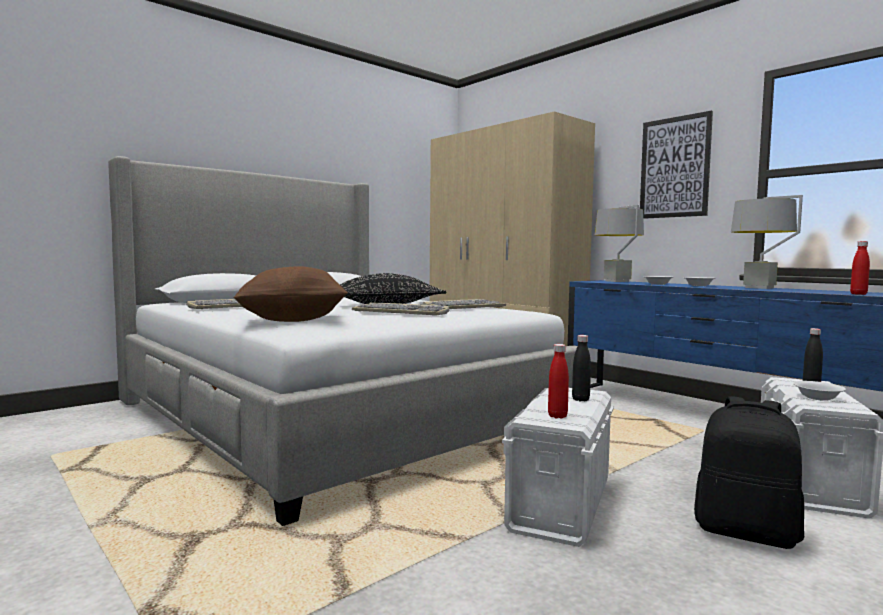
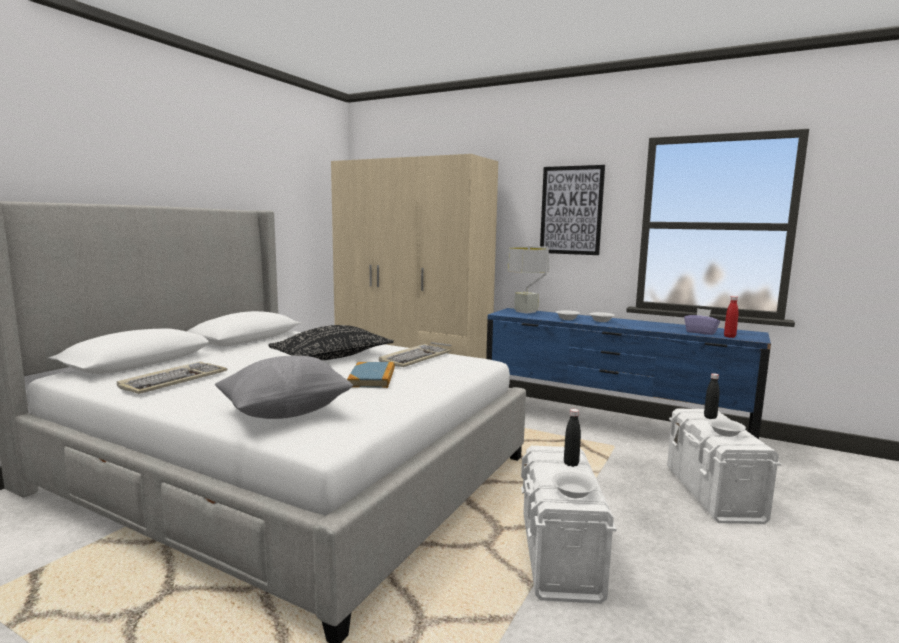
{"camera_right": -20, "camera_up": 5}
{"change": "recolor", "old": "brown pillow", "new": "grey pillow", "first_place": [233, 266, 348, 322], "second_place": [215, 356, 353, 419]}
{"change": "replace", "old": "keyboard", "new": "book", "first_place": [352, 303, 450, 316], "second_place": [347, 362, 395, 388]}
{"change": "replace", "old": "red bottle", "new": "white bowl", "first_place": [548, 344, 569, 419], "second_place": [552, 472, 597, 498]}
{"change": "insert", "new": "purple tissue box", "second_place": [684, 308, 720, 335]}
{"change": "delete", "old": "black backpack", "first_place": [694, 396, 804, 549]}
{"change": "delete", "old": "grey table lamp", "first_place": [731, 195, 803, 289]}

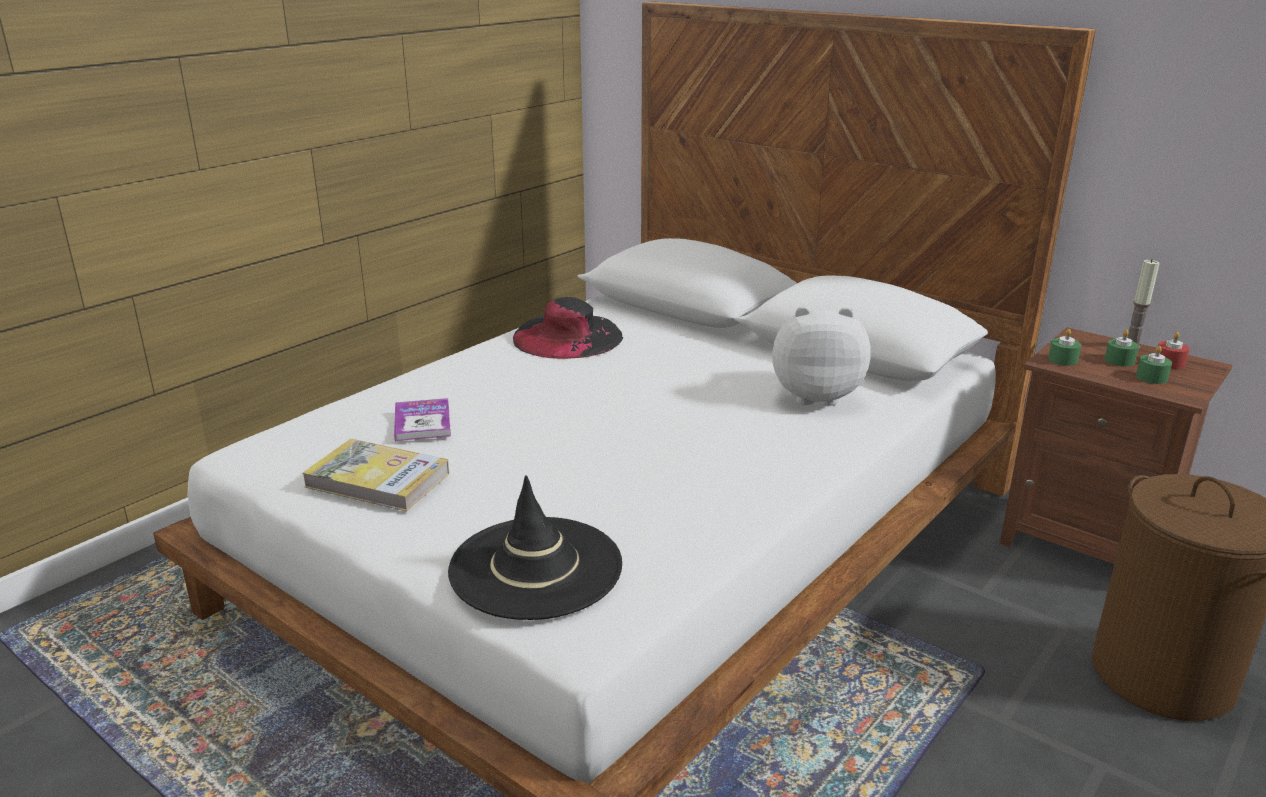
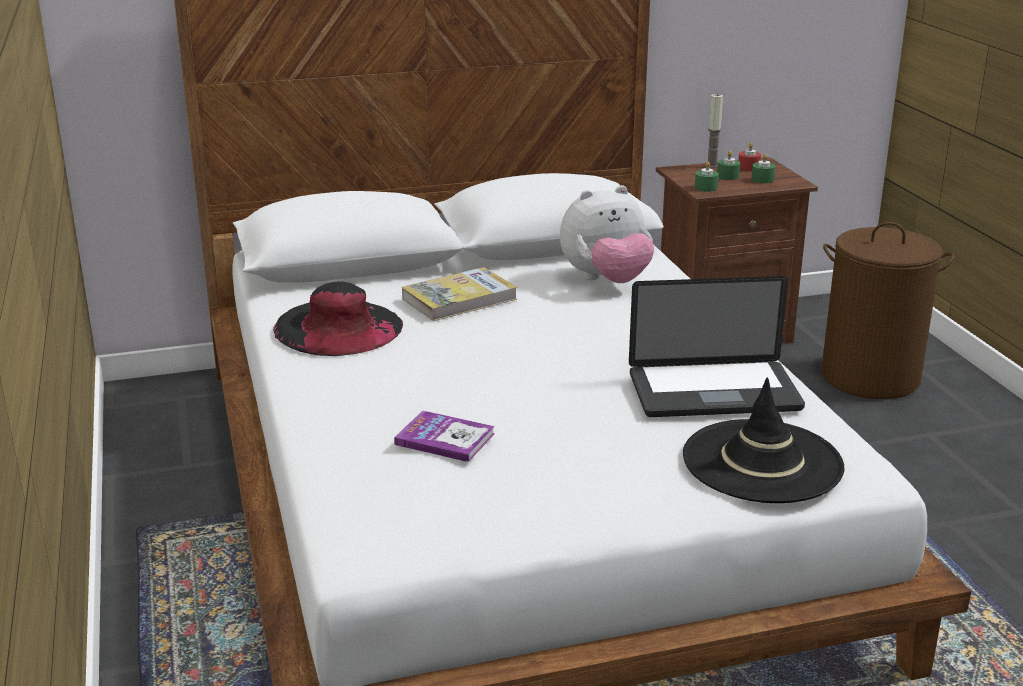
{"camera_right": -55, "camera_up": 0}
{"change": "move", "old": "book", "first_place": [302, 439, 449, 511], "second_place": [402, 267, 517, 321]}
{"change": "rotate", "old": "plush toy", "first_place": [772, 306, 871, 406], "second_place": [560, 185, 654, 283], "degrees": -150}
{"change": "insert", "new": "laptop", "second_place": [629, 276, 805, 417]}

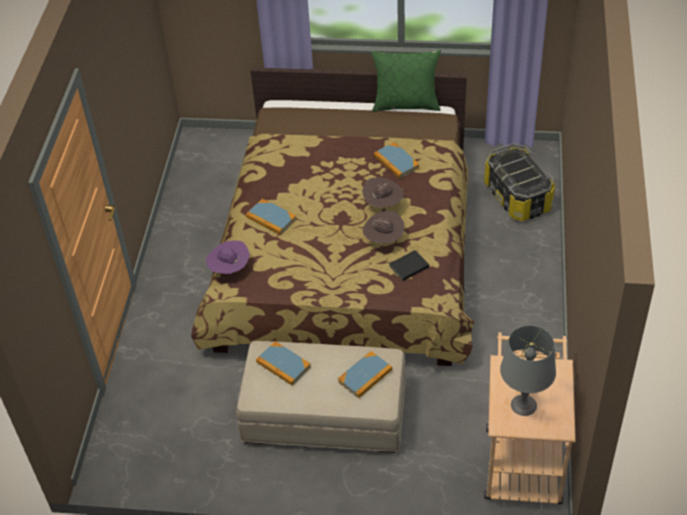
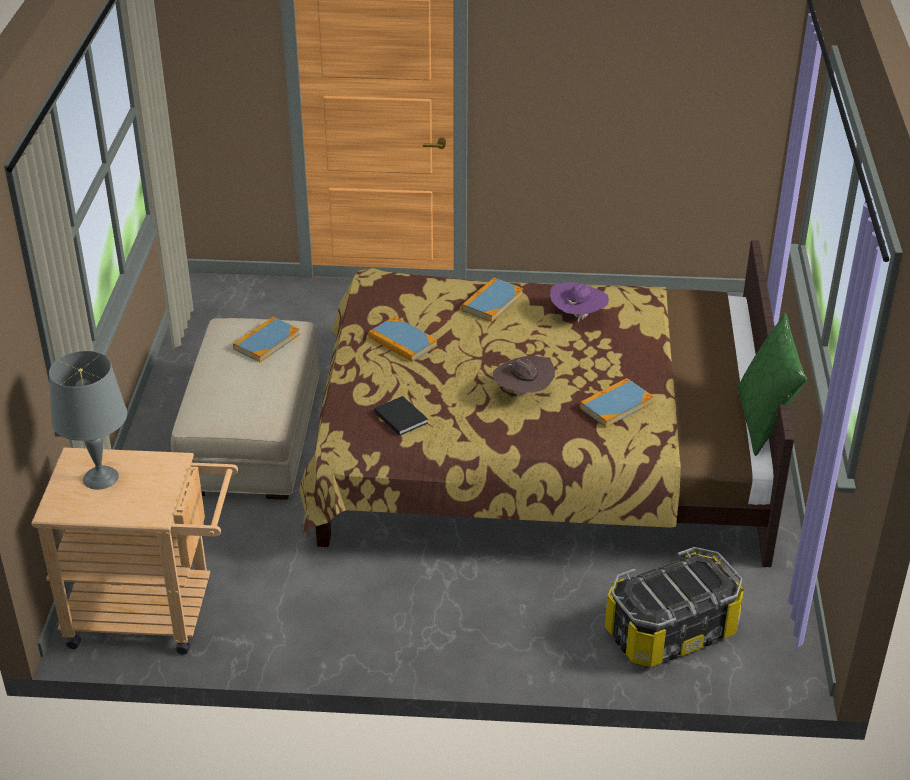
{"camera_right": 85, "camera_up": -10}
{"change": "move", "old": "book", "first_place": [338, 351, 392, 399], "second_place": [368, 316, 438, 362]}
{"change": "move", "old": "purple hat", "first_place": [206, 241, 250, 274], "second_place": [550, 282, 609, 322]}
{"change": "delete", "old": "brown hat", "first_place": [363, 211, 404, 243]}

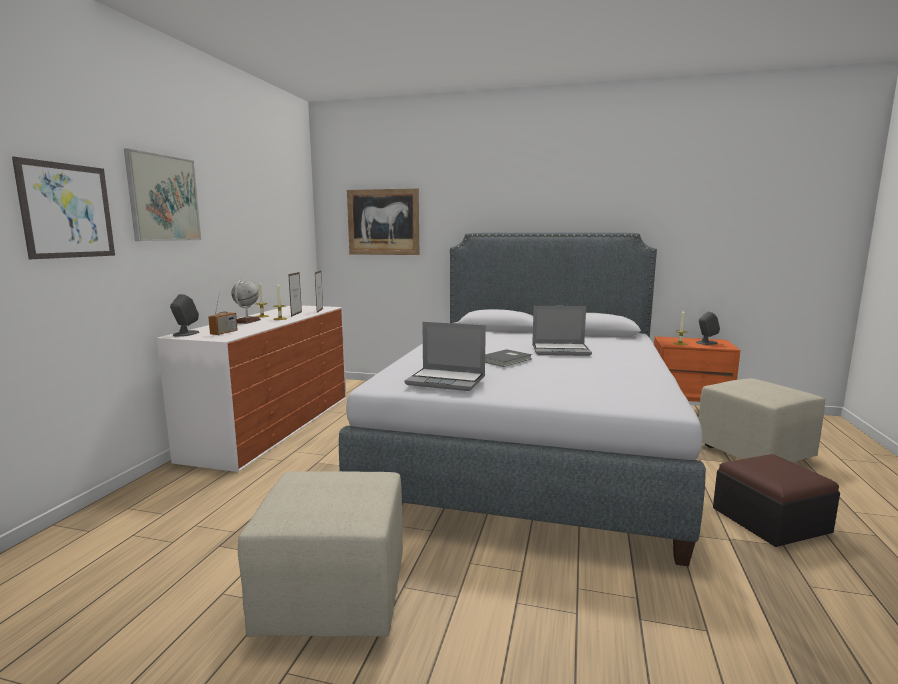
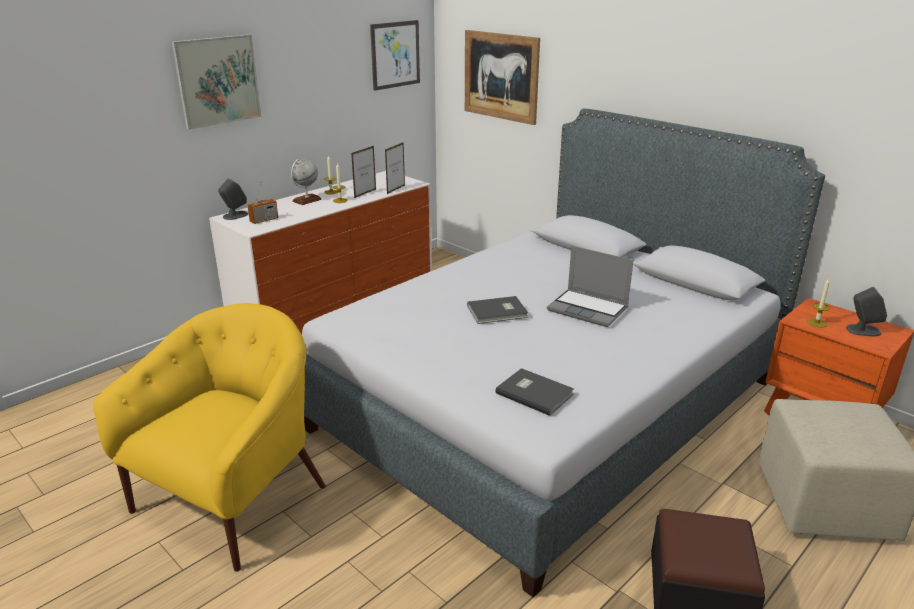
{"camera_right": 30, "camera_up": 15}
{"change": "replace", "old": "beige ottoman", "new": "yellow armchair", "first_place": [238, 471, 403, 637], "second_place": [93, 303, 326, 572]}
{"change": "move", "old": "picture", "first_place": [12, 157, 115, 259], "second_place": [370, 20, 420, 91]}
{"change": "insert", "new": "grey book", "second_place": [496, 368, 574, 416]}
{"change": "delete", "old": "laptop", "first_place": [405, 322, 486, 391]}

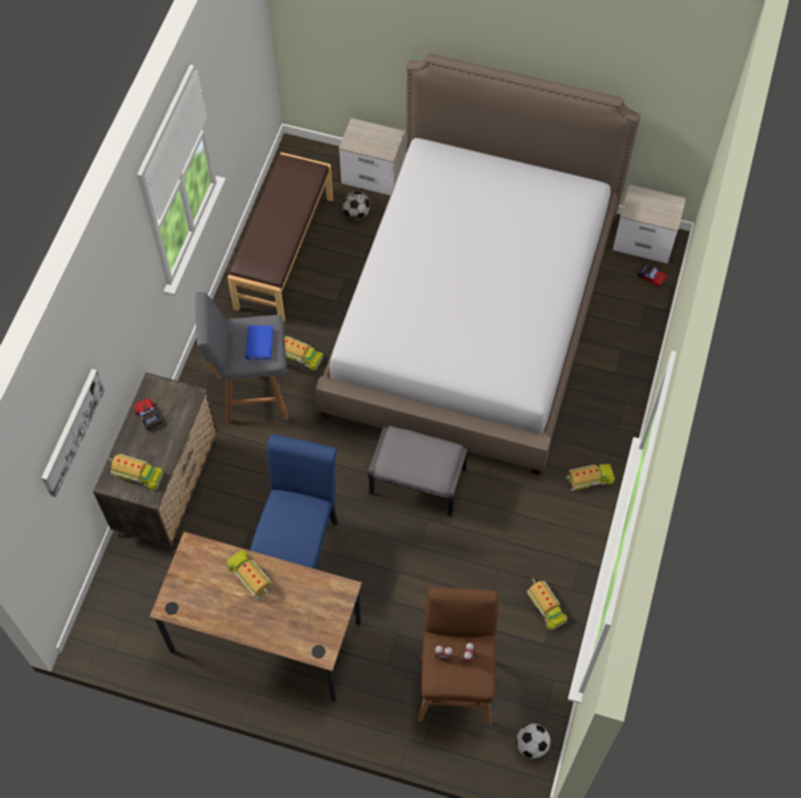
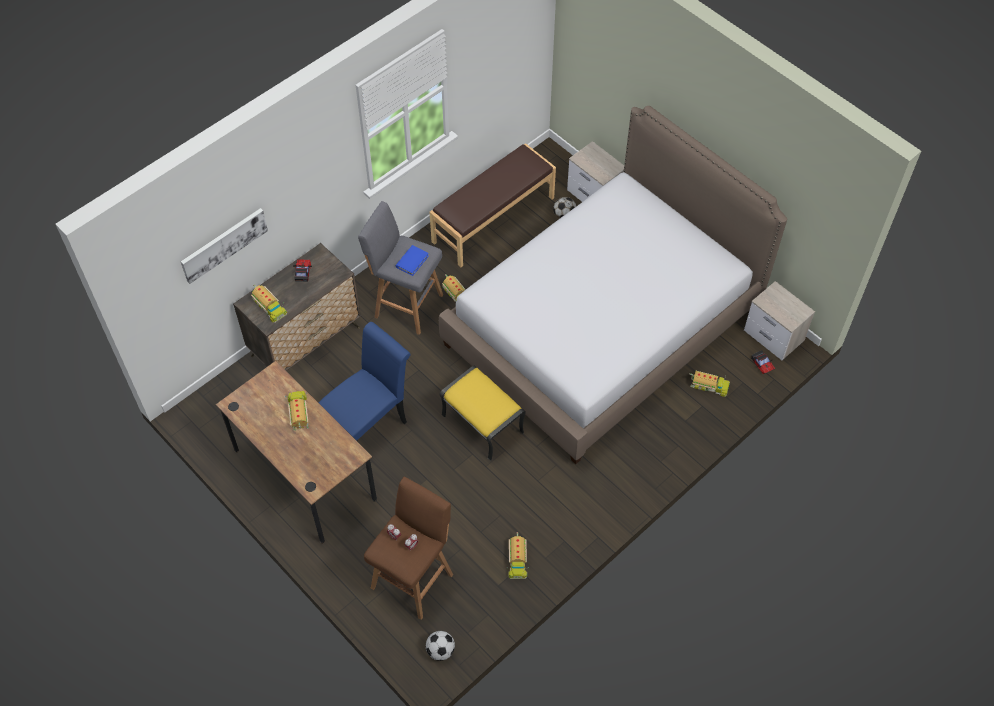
{"camera_right": 30, "camera_up": -5}
{"change": "recolor", "old": "grey ottoman", "new": "yellow ottoman", "first_place": [368, 425, 469, 517], "second_place": [439, 366, 526, 461]}
{"change": "move", "old": "toy truck", "first_place": [566, 459, 615, 491], "second_place": [689, 371, 730, 397]}

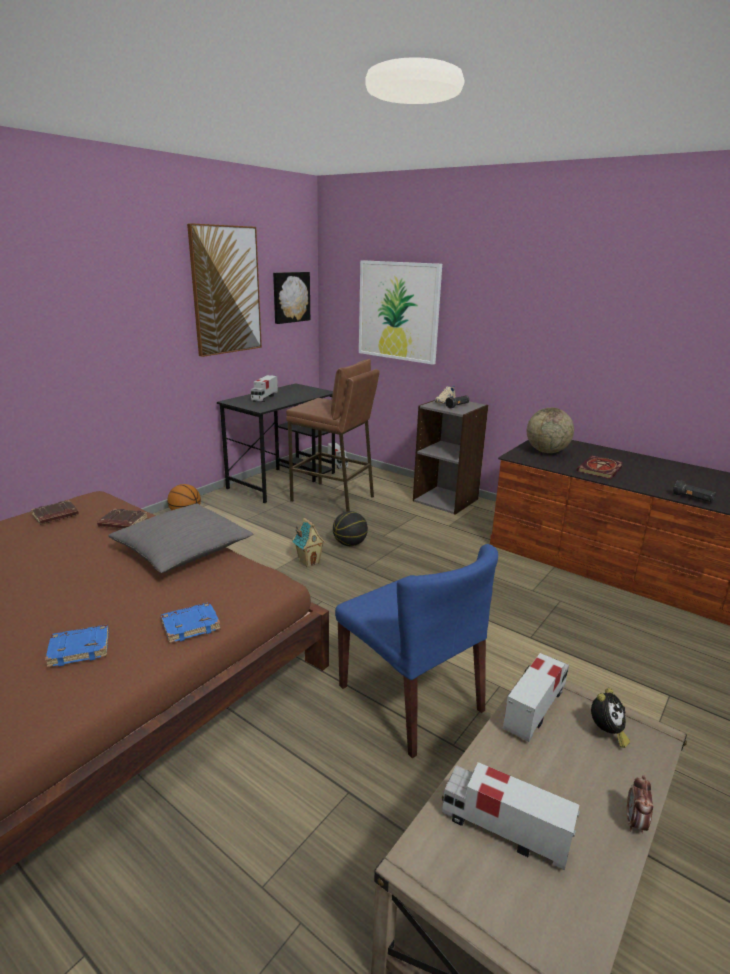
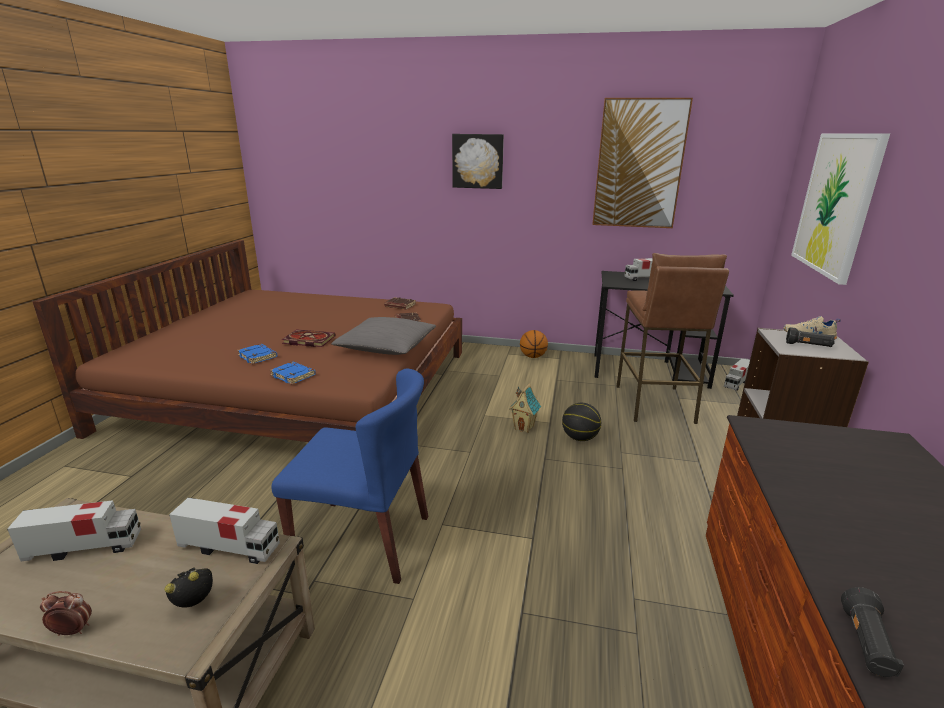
{"camera_right": 65, "camera_up": 0}
{"change": "rotate", "old": "toy truck", "first_place": [442, 762, 580, 870], "second_place": [7, 500, 141, 561], "degrees": 75}
{"change": "rotate", "old": "alarm clock", "first_place": [591, 688, 630, 748], "second_place": [165, 567, 213, 608], "degrees": 135}
{"change": "rotate", "old": "blue chair", "first_place": [335, 544, 498, 758], "second_place": [272, 369, 428, 584], "degrees": -105}
{"change": "move", "old": "book", "first_place": [576, 455, 623, 479], "second_place": [281, 329, 336, 347]}
{"change": "move", "old": "picture", "first_place": [273, 272, 310, 324], "second_place": [452, 134, 504, 189]}
{"change": "delete", "old": "globe", "first_place": [527, 408, 574, 453]}

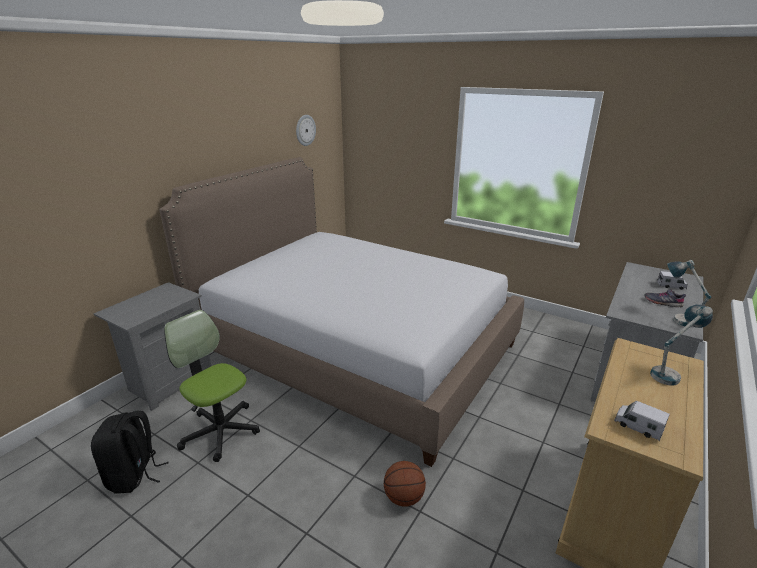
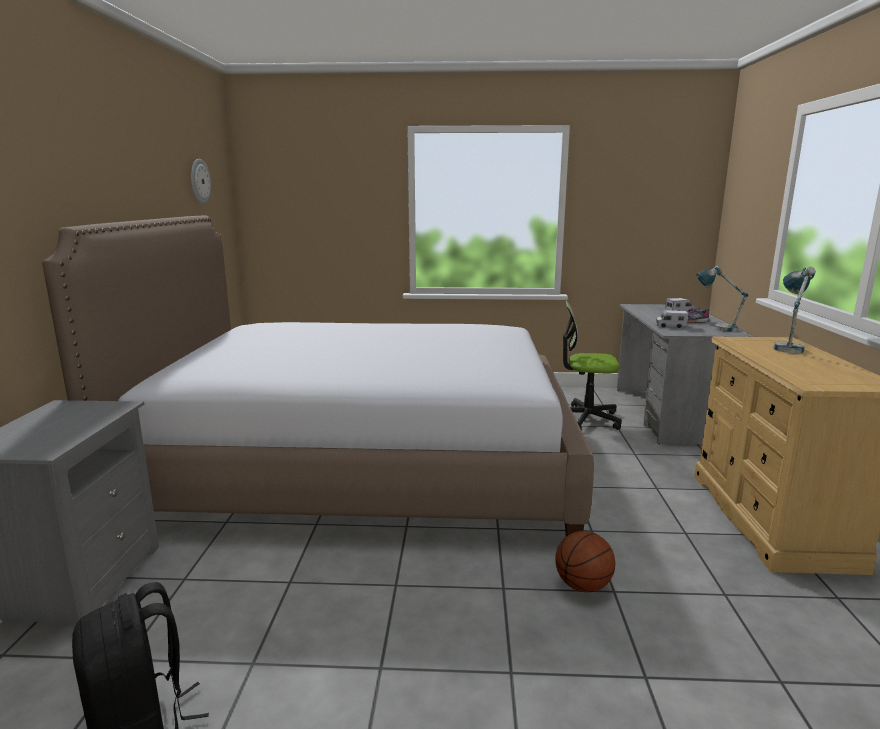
{"camera_right": -30, "camera_up": -10}
{"change": "move", "old": "office chair", "first_place": [164, 310, 260, 462], "second_place": [563, 300, 622, 430]}
{"change": "move", "old": "toy truck", "first_place": [614, 401, 670, 441], "second_place": [655, 310, 688, 328]}

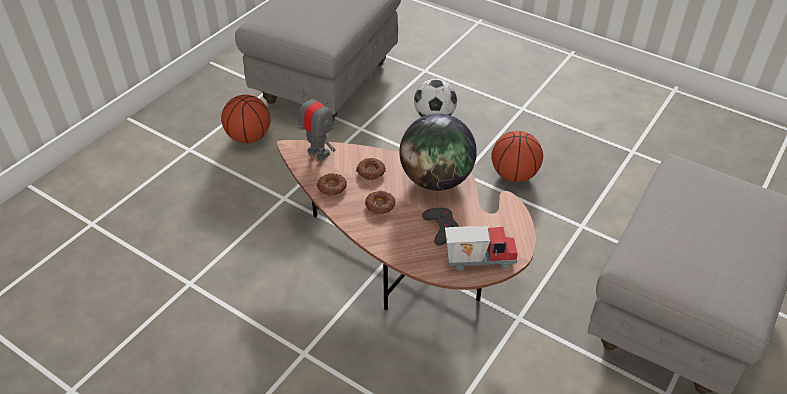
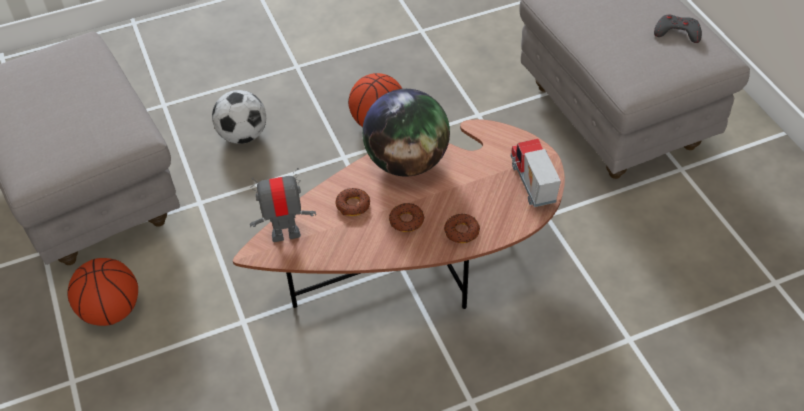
{"camera_right": -55, "camera_up": 5}
{"change": "move", "old": "donut", "first_place": [317, 173, 347, 196], "second_place": [444, 214, 480, 243]}
{"change": "rotate", "old": "toy truck", "first_place": [445, 226, 518, 271], "second_place": [511, 139, 561, 207], "degrees": -45}
{"change": "move", "old": "grey game controller", "first_place": [422, 208, 459, 245], "second_place": [654, 14, 702, 43]}

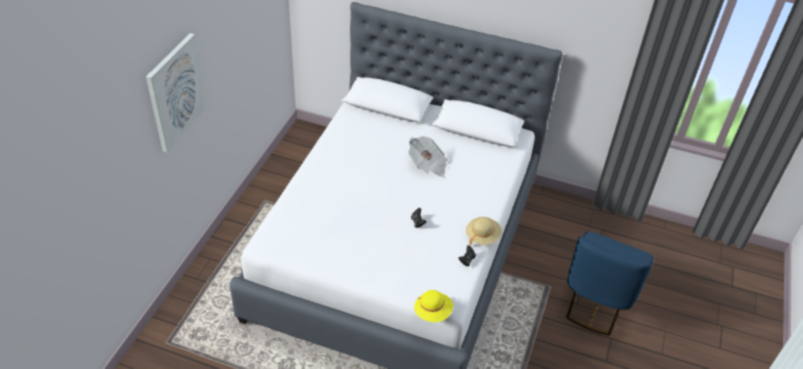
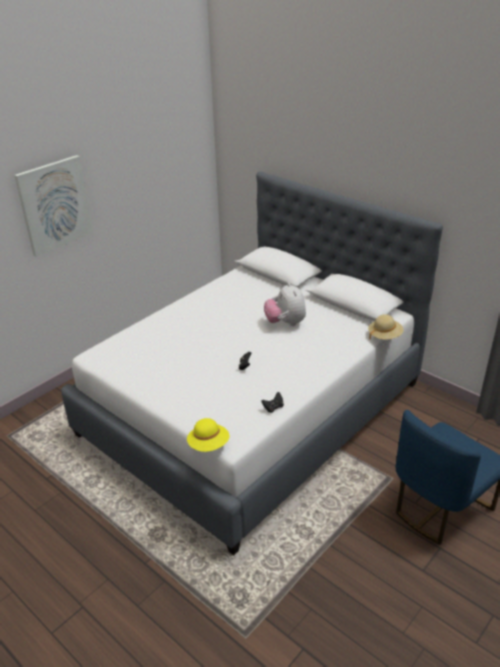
{"camera_right": 25, "camera_up": -10}
{"change": "replace", "old": "newspaper", "new": "plush toy", "first_place": [408, 136, 448, 177], "second_place": [264, 283, 306, 326]}
{"change": "move", "old": "beige hat", "first_place": [466, 217, 502, 245], "second_place": [368, 314, 404, 340]}

